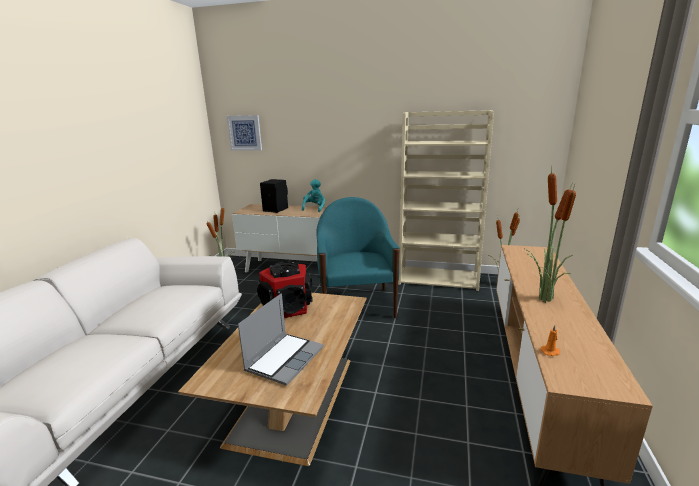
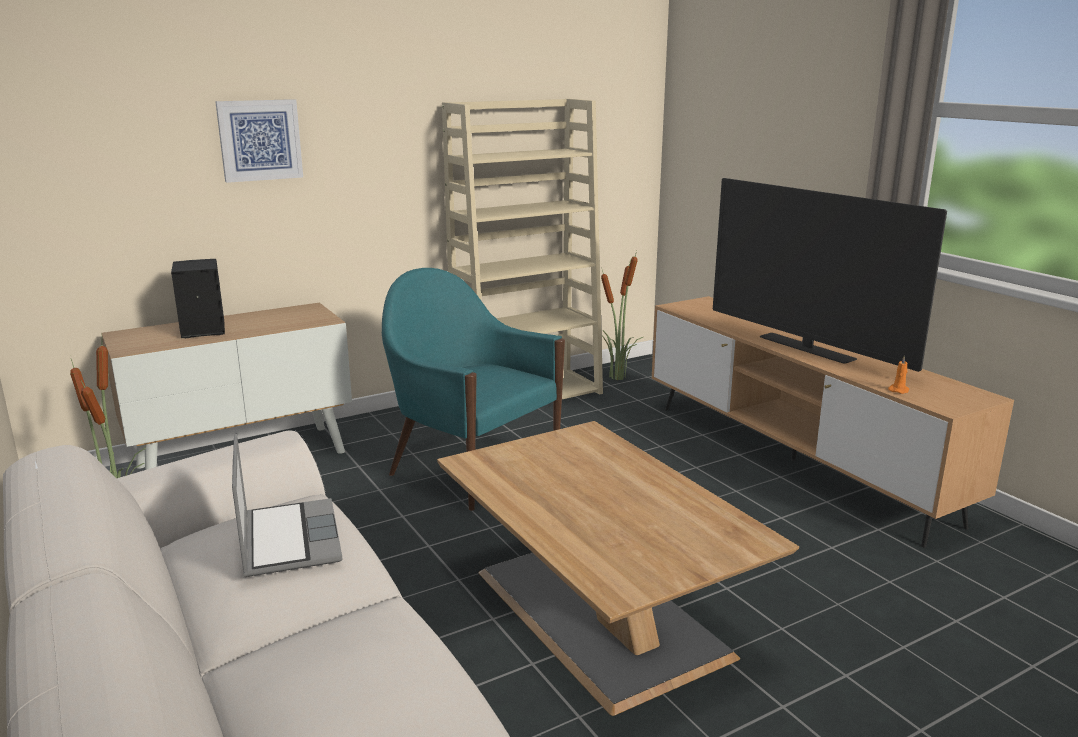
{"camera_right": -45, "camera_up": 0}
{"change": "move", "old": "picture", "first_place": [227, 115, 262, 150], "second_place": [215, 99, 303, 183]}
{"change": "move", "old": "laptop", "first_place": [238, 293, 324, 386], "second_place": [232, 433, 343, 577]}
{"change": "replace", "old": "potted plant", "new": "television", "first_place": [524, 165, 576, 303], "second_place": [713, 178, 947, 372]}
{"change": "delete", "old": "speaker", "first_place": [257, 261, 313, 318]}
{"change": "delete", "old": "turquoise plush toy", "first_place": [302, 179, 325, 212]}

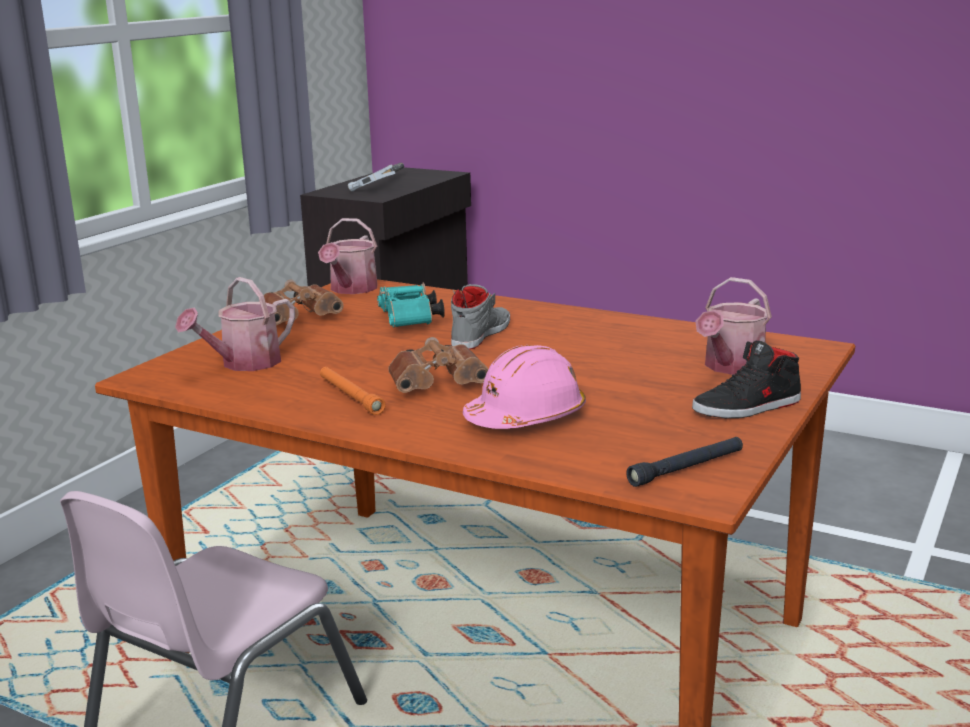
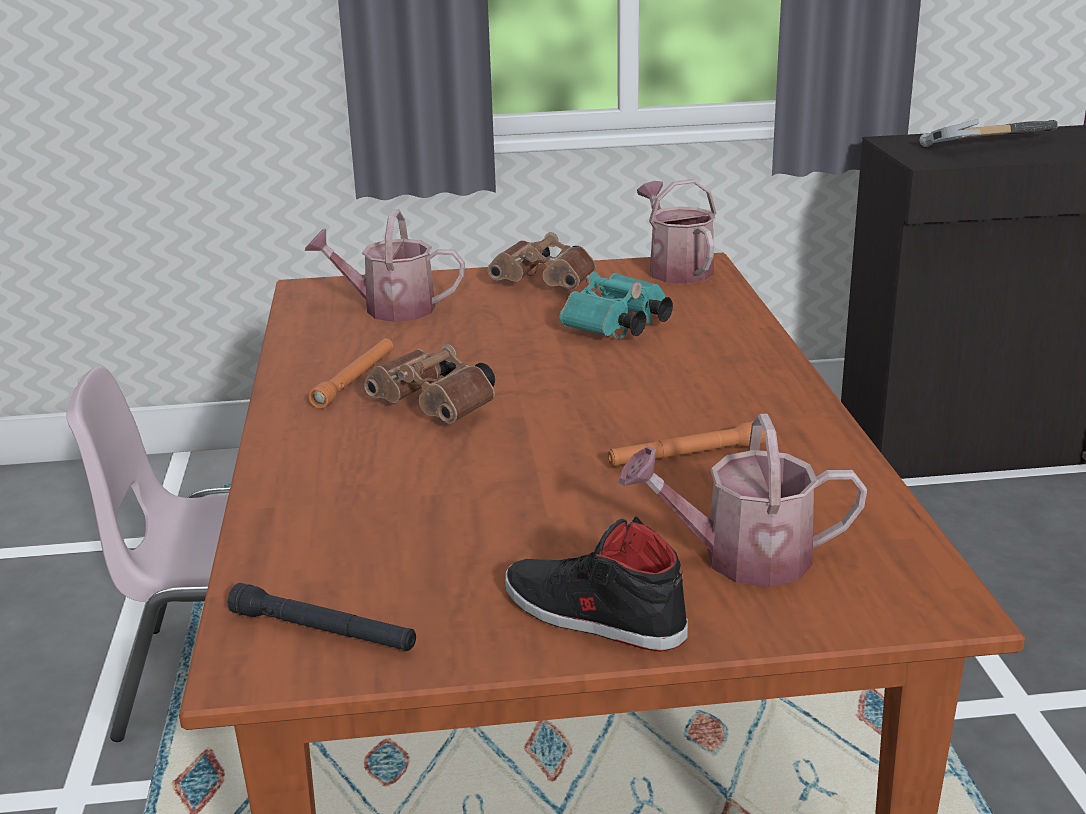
{"camera_right": 55, "camera_up": 5}
{"change": "insert", "new": "orange flashlight", "second_place": [608, 421, 766, 466]}
{"change": "rotate", "old": "watering can", "first_place": [318, 218, 378, 294], "second_place": [637, 179, 716, 284], "degrees": 90}
{"change": "delete", "old": "grey shoe", "first_place": [451, 284, 510, 349]}
{"change": "delete", "old": "pink hard hat", "first_place": [463, 345, 586, 429]}

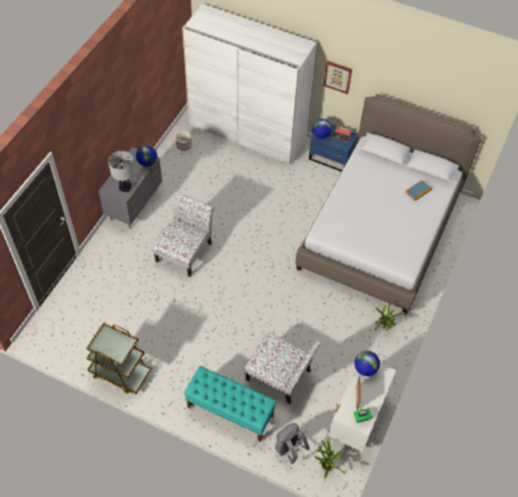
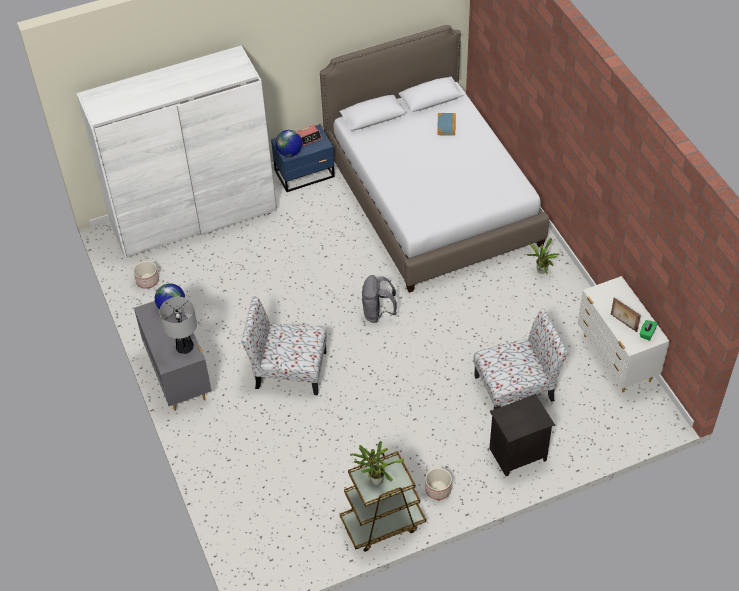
{"camera_right": -45, "camera_up": -5}
{"change": "rotate", "old": "chair", "first_place": [152, 192, 213, 277], "second_place": [241, 296, 327, 395], "degrees": -60}
{"change": "move", "old": "potted plant", "first_place": [315, 440, 346, 479], "second_place": [350, 441, 404, 485]}
{"change": "move", "old": "grey backpack", "first_place": [275, 423, 310, 464], "second_place": [362, 275, 397, 323]}
{"change": "insert", "new": "planter", "second_place": [425, 468, 452, 500]}
{"change": "replace", "old": "turquoise bench", "new": "black nightstand", "first_place": [184, 366, 277, 442], "second_place": [489, 394, 555, 476]}
{"change": "delete", "old": "picture", "first_place": [323, 61, 352, 94]}
{"change": "delete", "old": "globe", "first_place": [354, 351, 380, 376]}

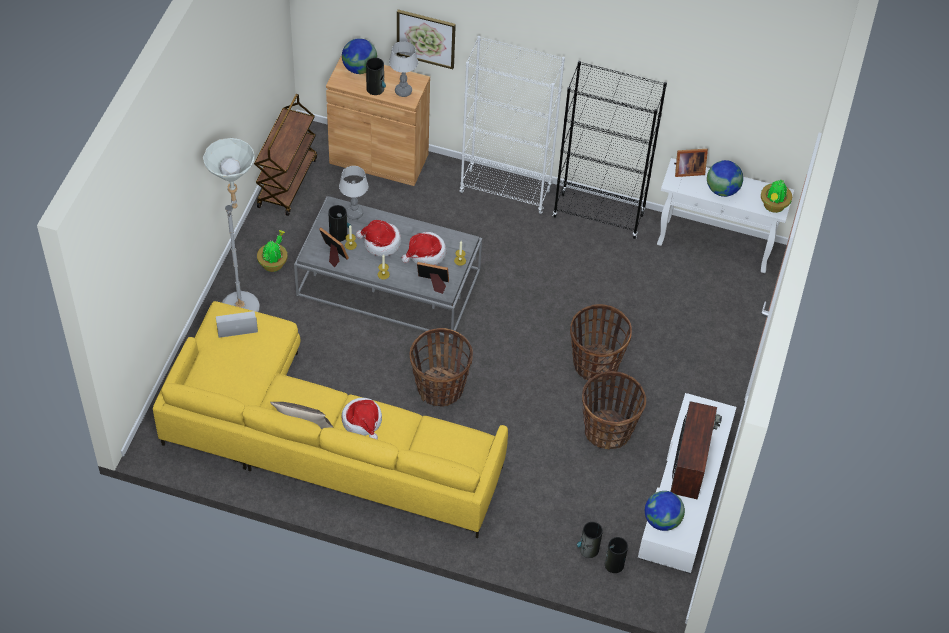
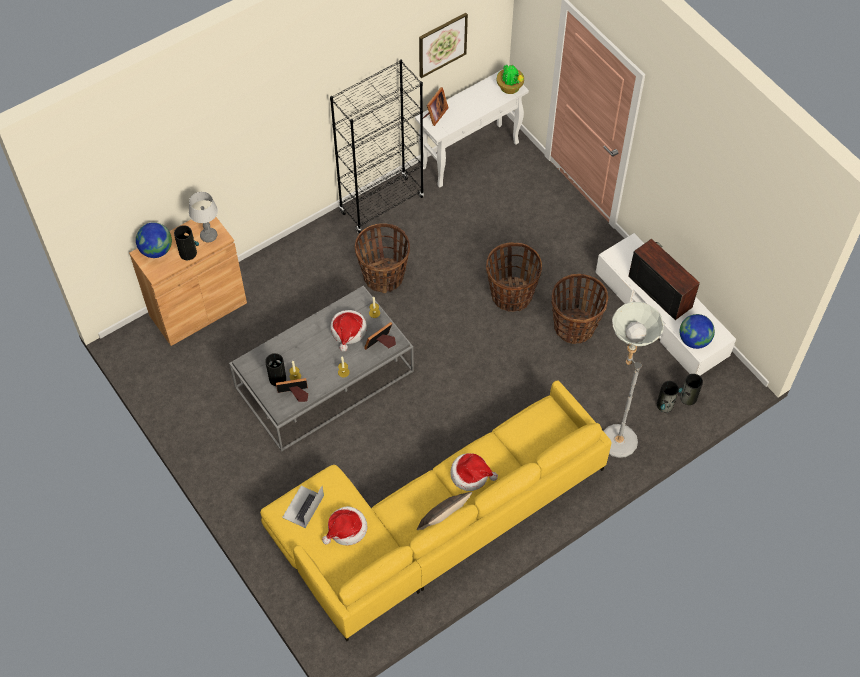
{"camera_right": -50, "camera_up": 5}
{"change": "move", "old": "hat", "first_place": [356, 220, 401, 257], "second_place": [322, 506, 368, 546]}
{"change": "move", "old": "basket", "first_place": [410, 328, 473, 407], "second_place": [355, 223, 410, 293]}
{"change": "move", "old": "picture", "first_place": [397, 10, 456, 69], "second_place": [419, 13, 468, 78]}
{"change": "move", "old": "grey floor lamp", "first_place": [203, 138, 260, 312], "second_place": [603, 302, 664, 458]}
{"change": "delete", "old": "brown cart", "first_place": [254, 94, 317, 216]}
{"change": "delete", "old": "potted plant", "first_place": [257, 230, 288, 272]}
{"change": "delete", "old": "table lamp", "first_place": [339, 166, 368, 220]}
{"change": "delete", "old": "white bookcase", "first_place": [459, 36, 565, 214]}
{"change": "delete", "old": "globe", "first_place": [707, 160, 743, 197]}

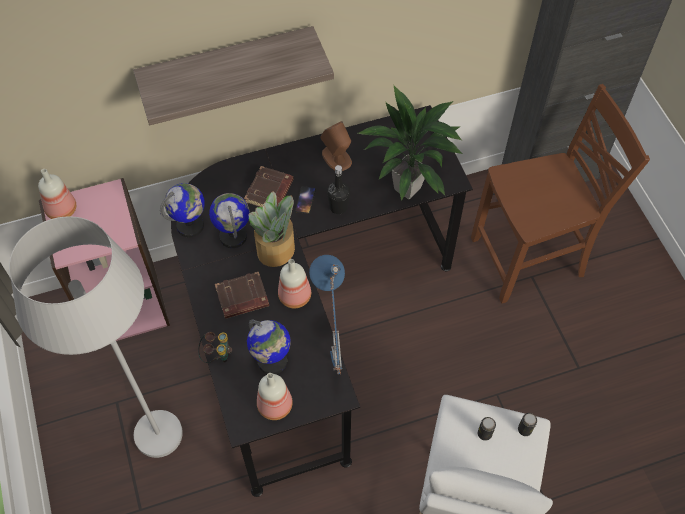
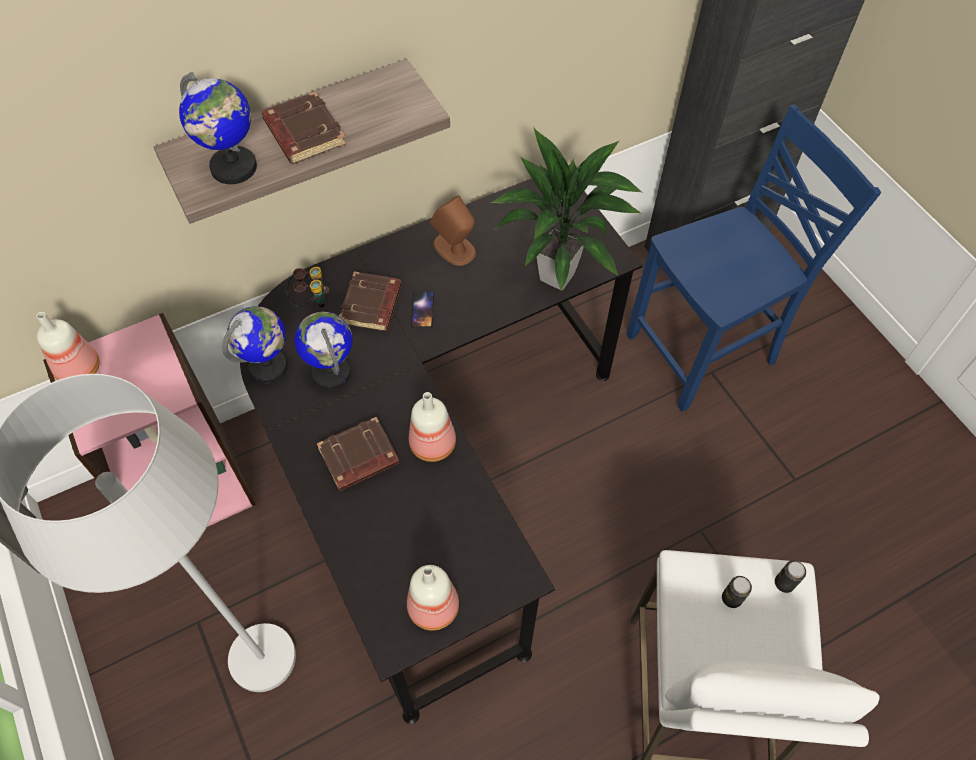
{"camera_right": -10, "camera_up": 0}
{"change": "move", "old": "globe", "first_place": [247, 320, 291, 374], "second_place": [179, 72, 257, 184]}
{"change": "insert", "new": "brown book", "second_place": [262, 91, 346, 164]}
{"change": "move", "old": "binoculars", "first_place": [198, 332, 232, 363], "second_place": [287, 267, 329, 308]}
{"change": "recolor", "old": "brown chair", "new": "blue chair", "first_place": [471, 84, 650, 304], "second_place": [626, 104, 881, 412]}
{"change": "delete", "old": "potted plant", "first_place": [249, 191, 295, 267]}
{"change": "delete", "old": "blue table lamp", "first_place": [309, 255, 345, 375]}
{"change": "delete", "old": "black bottle", "first_place": [327, 165, 350, 214]}

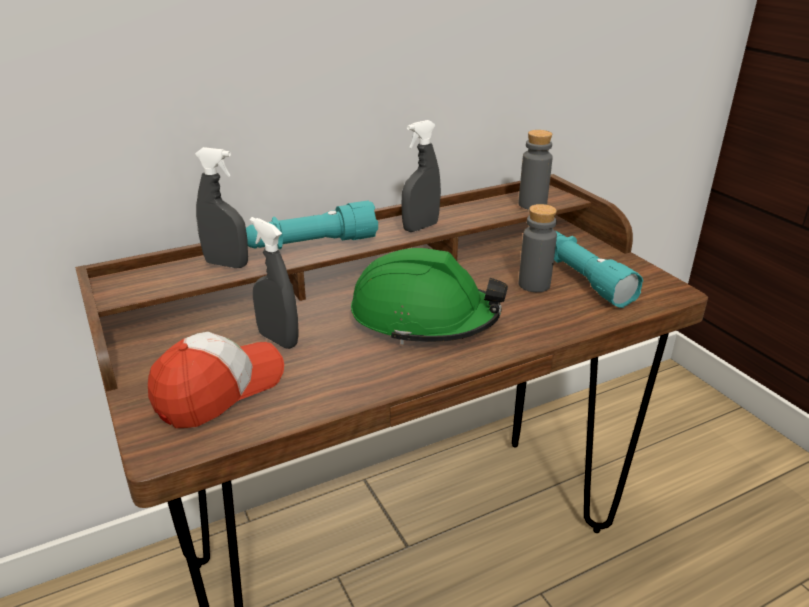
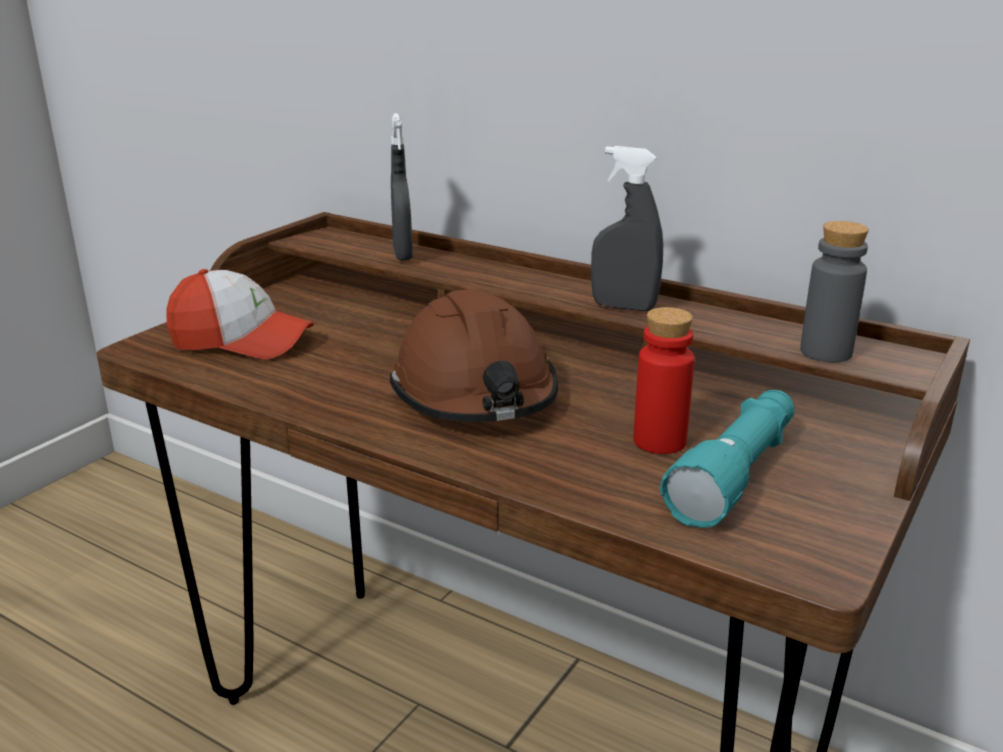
{"camera_right": 60, "camera_up": -5}
{"change": "recolor", "old": "green hard hat", "new": "brown hard hat", "first_place": [351, 248, 508, 345], "second_place": [390, 289, 558, 422]}
{"change": "recolor", "old": "grey bottle", "new": "red bottle", "first_place": [519, 204, 557, 292], "second_place": [634, 307, 694, 454]}
{"change": "delete", "old": "turquoise flashlight", "first_place": [246, 201, 378, 249]}
{"change": "delete", "old": "grey spray bottle", "first_place": [250, 217, 299, 349]}

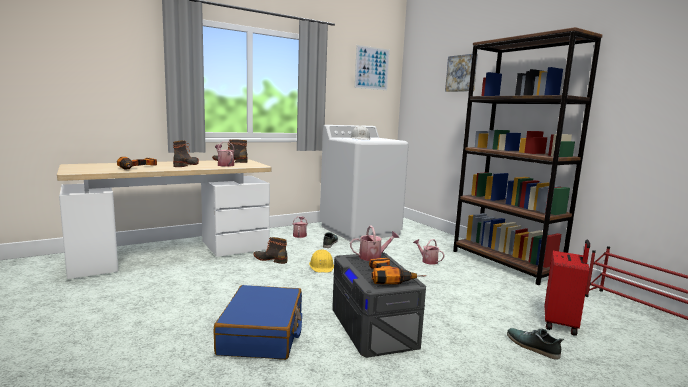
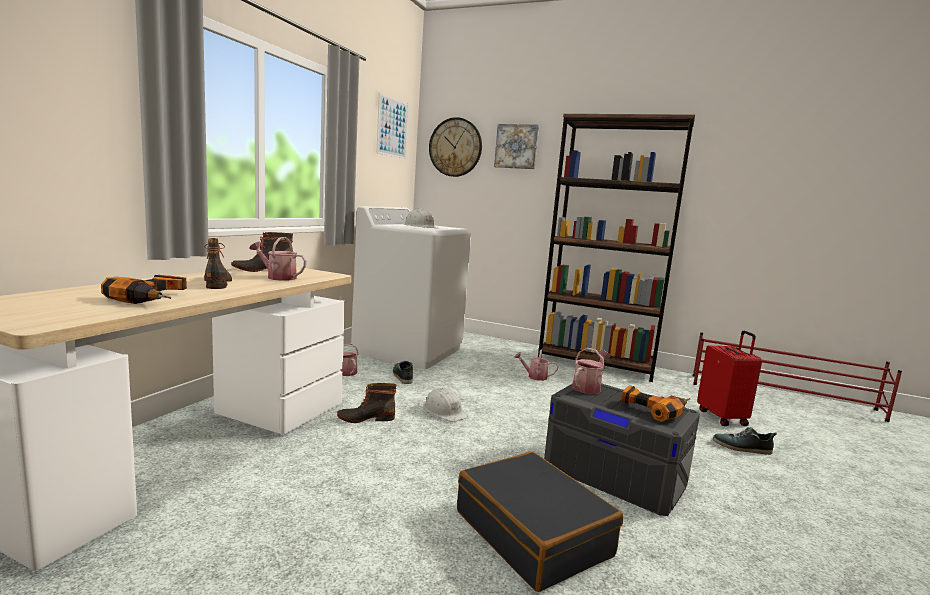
{"camera_right": -35, "camera_up": 0}
{"change": "recolor", "old": "yellow hard hat", "new": "white hard hat", "first_place": [309, 249, 334, 273], "second_place": [423, 388, 468, 422]}
{"change": "insert", "new": "wall clock", "second_place": [429, 117, 482, 177]}
{"change": "recolor", "old": "blue suitcase", "new": "black suitcase", "first_place": [214, 285, 302, 360], "second_place": [457, 451, 623, 592]}

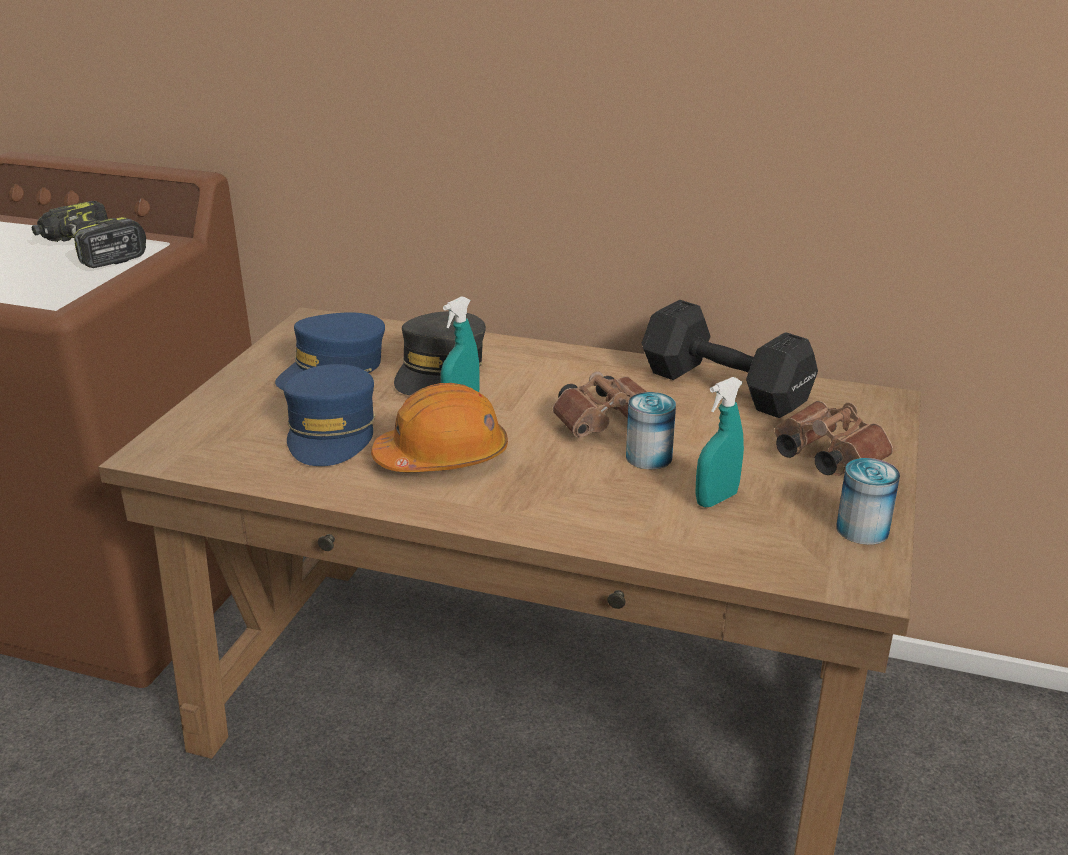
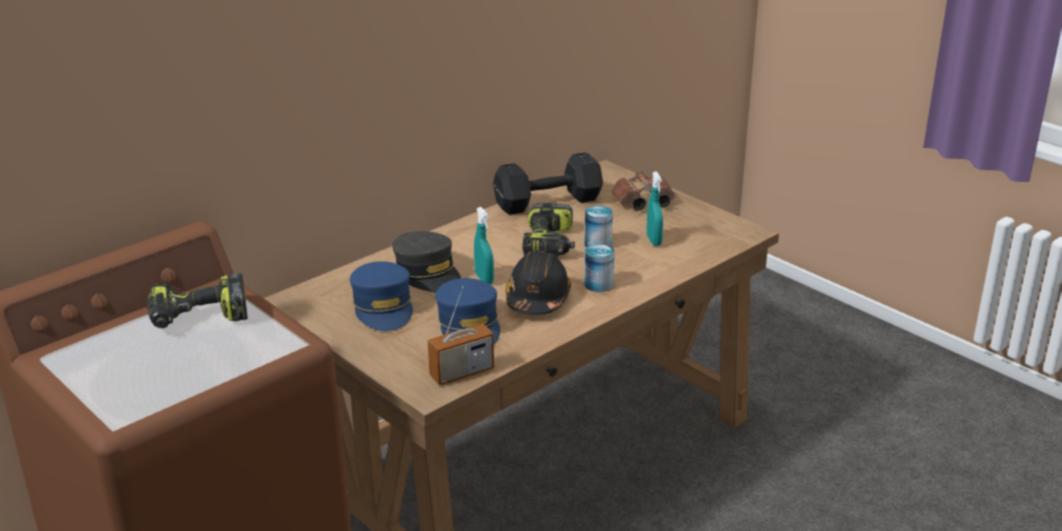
{"camera_right": -60, "camera_up": 0}
{"change": "insert", "new": "radio", "second_place": [427, 286, 494, 385]}
{"change": "rotate", "old": "blue cap", "first_place": [283, 364, 375, 466], "second_place": [435, 278, 500, 344], "degrees": 45}
{"change": "recolor", "old": "orange hard hat", "new": "black hard hat", "first_place": [371, 383, 508, 472], "second_place": [505, 250, 571, 315]}
{"change": "replace", "old": "brown binoculars", "new": "power drill", "first_place": [552, 371, 647, 438], "second_place": [522, 203, 575, 257]}
{"change": "move", "old": "can", "first_place": [836, 458, 900, 545], "second_place": [584, 244, 614, 292]}

